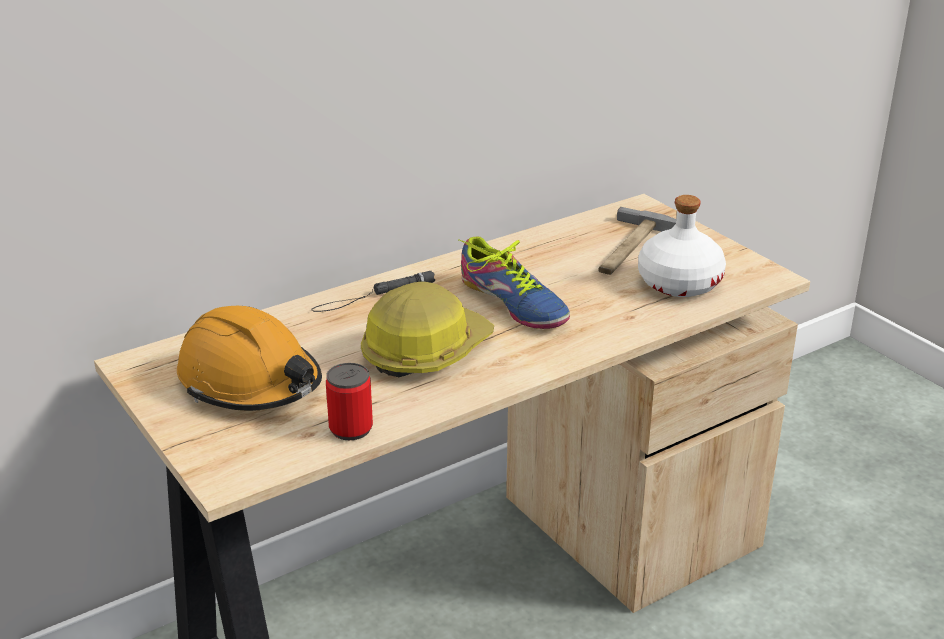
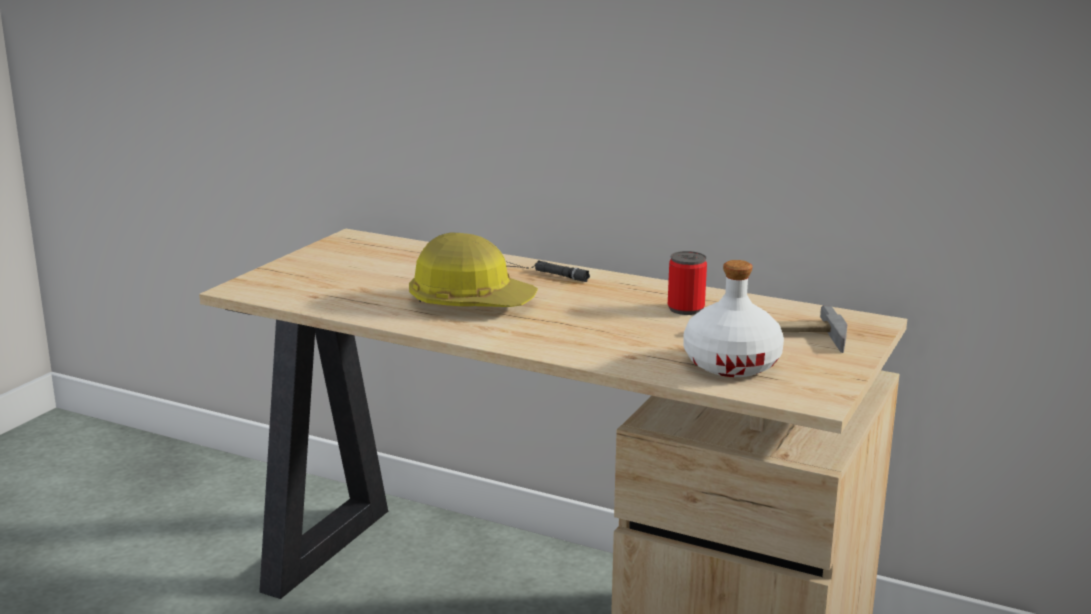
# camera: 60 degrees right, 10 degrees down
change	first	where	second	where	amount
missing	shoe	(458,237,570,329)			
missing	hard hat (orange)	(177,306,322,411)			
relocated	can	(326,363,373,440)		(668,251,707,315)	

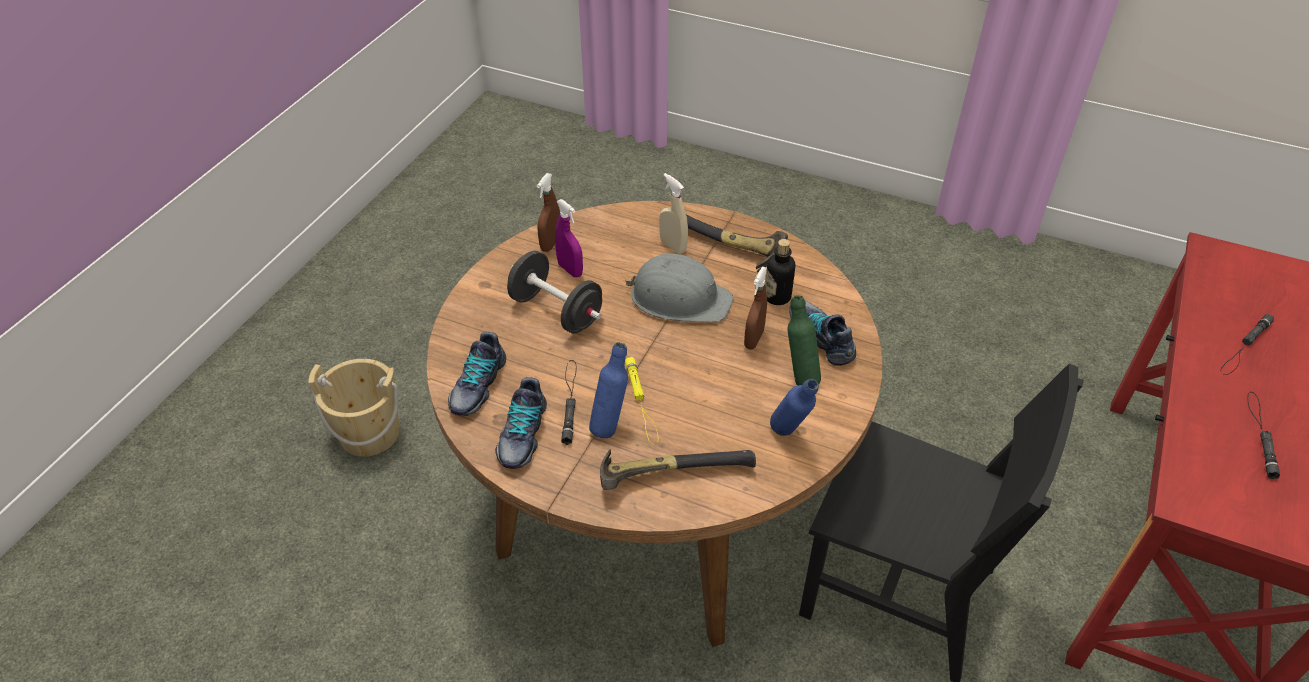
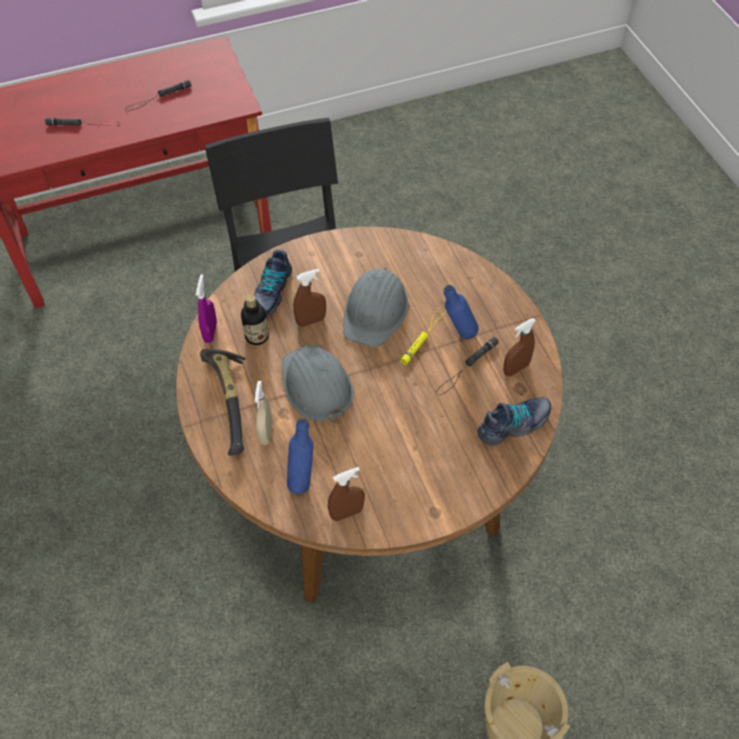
# camera: 135 degrees left, 10 degrees up
change	first	where	second	where	amount
relocated	spray bottle (purple)	(555,199,583,277)		(196,274,217,343)	
missing	dumbbell (black)	(507,251,602,333)			
missing	bottle (green)	(787,295,821,386)			
exchanged	shoe	(495,377,547,469)	spray bottle (brown)	(503,318,536,376)	
relocated	bottle (blue)	(770,379,819,436)		(287,418,314,494)	
missing	hammer	(600,449,756,490)			
appeared			hard hat (grey)	(343,268,409,347)	

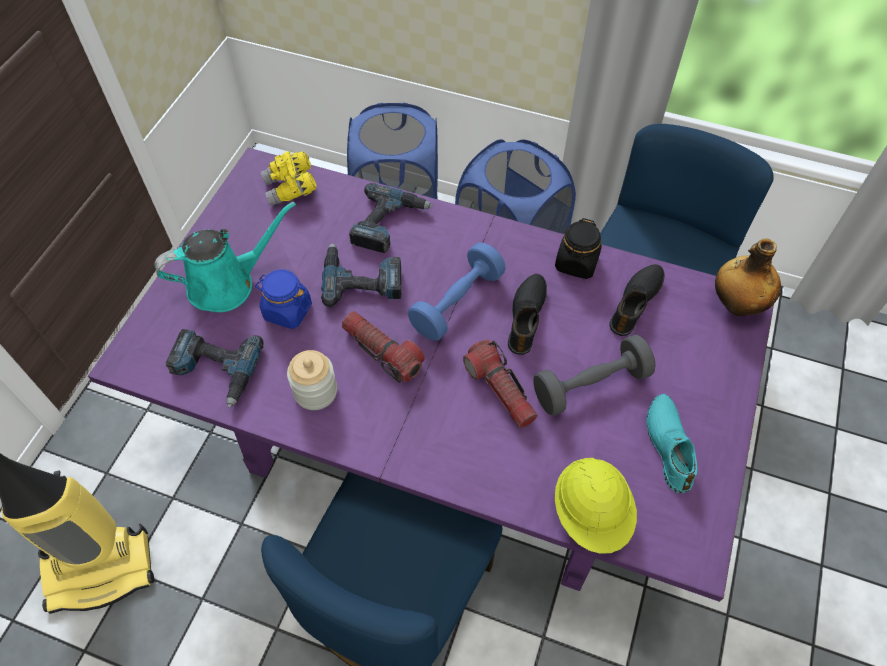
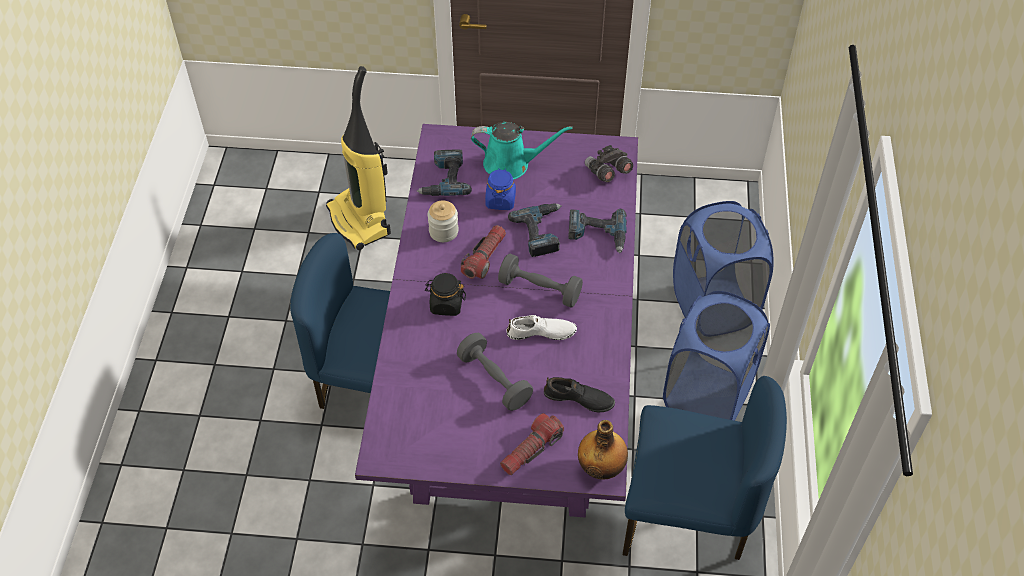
# camera: 75 degrees right, 5 degrees down
change	first	where	second	where	amount
colour	binoculars (yellow)	(261,151,317,206)	binoculars (grey)	(585,145,633,182)	
spun	watering can (turquoise)	(154,201,296,312)		(471,122,572,180)	45 degrees counterclockwise
relocated	jar (black)	(555,218,602,279)		(425,273,466,316)	
colour	dumbbell (blue)	(408,242,506,341)	dumbbell (grey)	(498,253,583,308)	
colour	shoe (black)	(508,274,547,355)	shoe (white)	(506,315,577,340)	
relocated	flashlight	(463,340,538,428)		(500,413,564,475)	
missing	shoe (turquoise)	(647,394,697,493)			
missing	hard hat (yellow)	(555,458,637,554)			

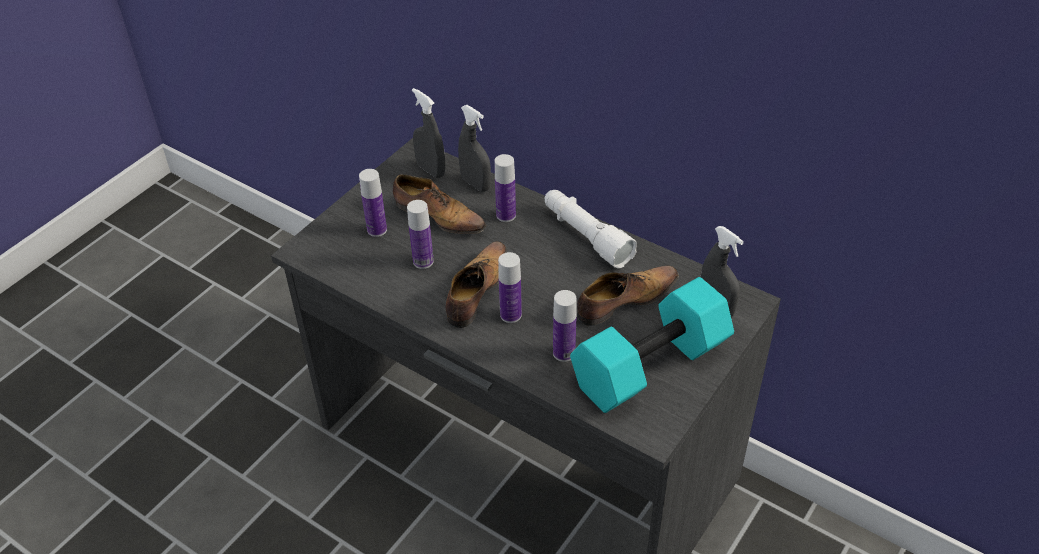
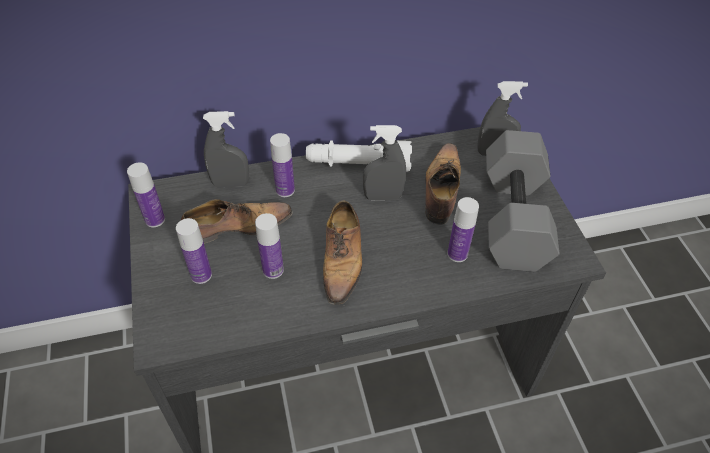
# camera: 50 degrees left, 5 degrees up
change	first	where	second	where	amount
relocated	spray bottle (grey)	(412,88,445,178)		(363,125,406,200)	
spun	shoe	(446,241,507,328)		(323,200,362,305)	150 degrees counterclockwise
relocated	bottle	(498,252,522,323)		(127,162,165,227)	
colour	dumbbell (turquoise)	(570,277,734,413)	dumbbell (grey)	(486,130,560,272)	

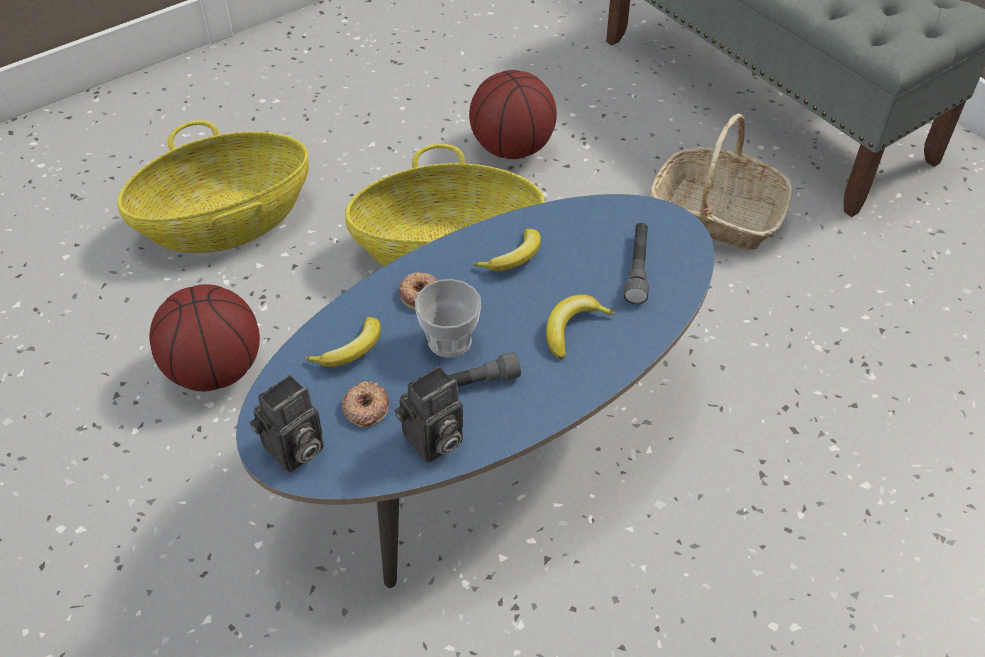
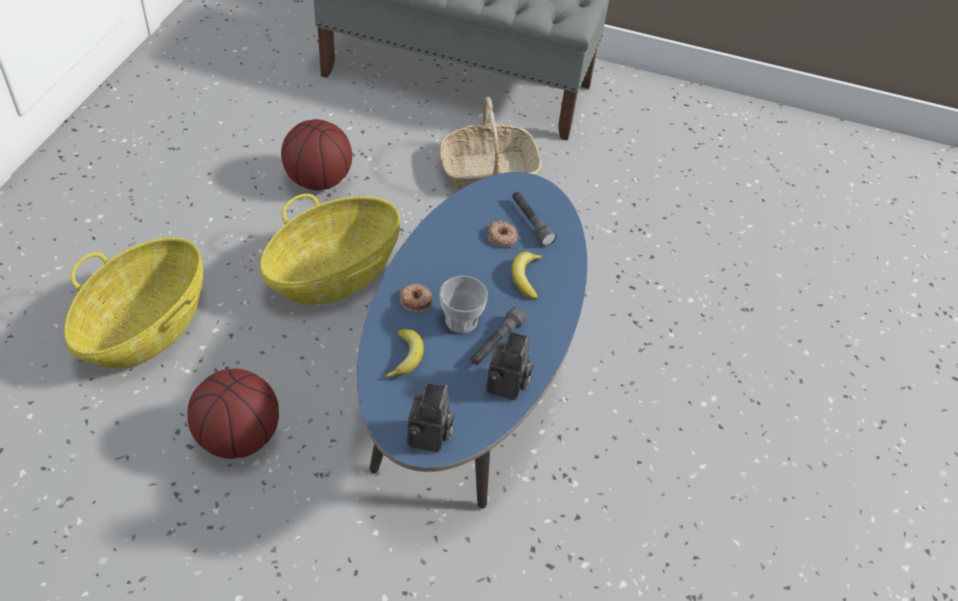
# camera: 40 degrees left, 0 degrees up
change	first	where	second	where	amount
missing	banana	(473,229,541,271)			
relocated	donut	(342,381,389,428)		(487,220,517,247)	

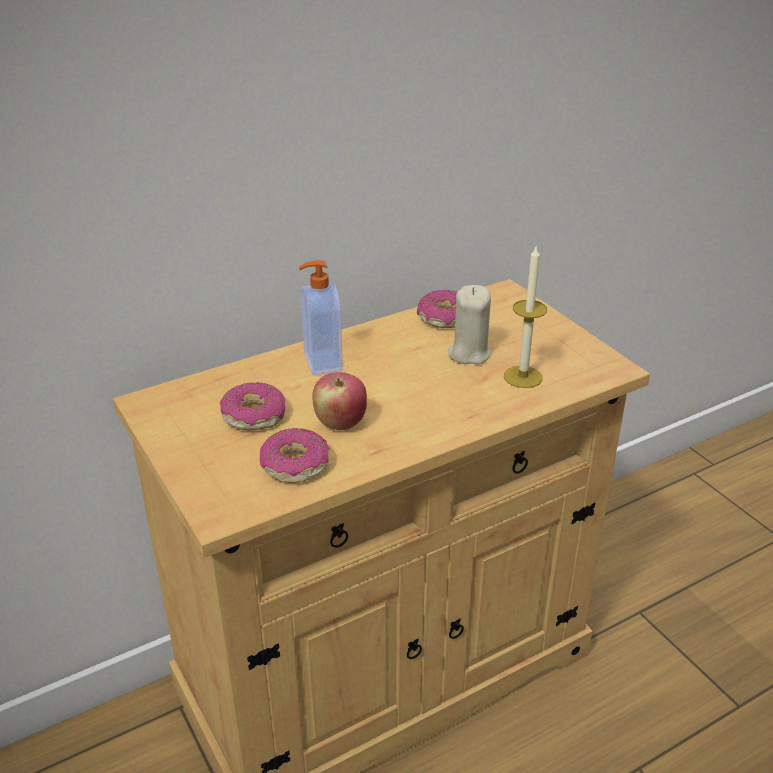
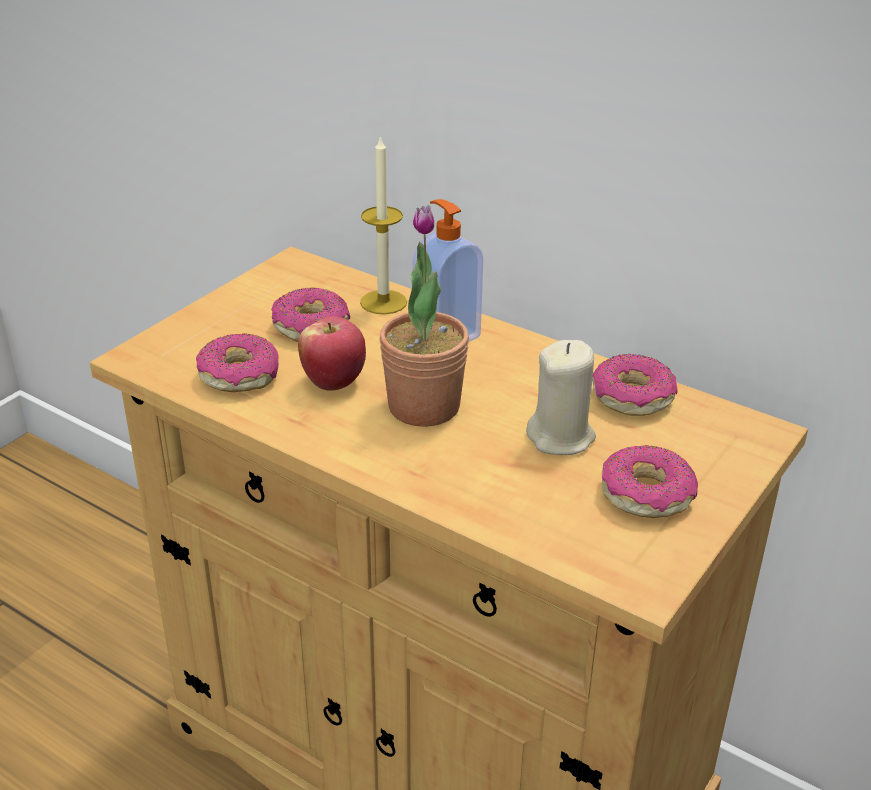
# camera: 65 degrees right, 0 degrees up
change	first	where	second	where	amount
relocated	candle	(504,247,547,388)		(360,135,407,314)	
appeared			potted plant	(379,205,469,427)	
appeared			donut	(602,445,698,518)	

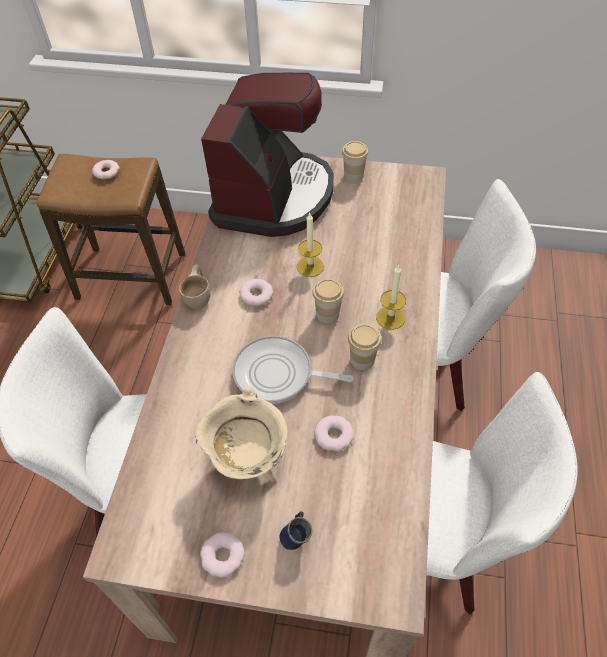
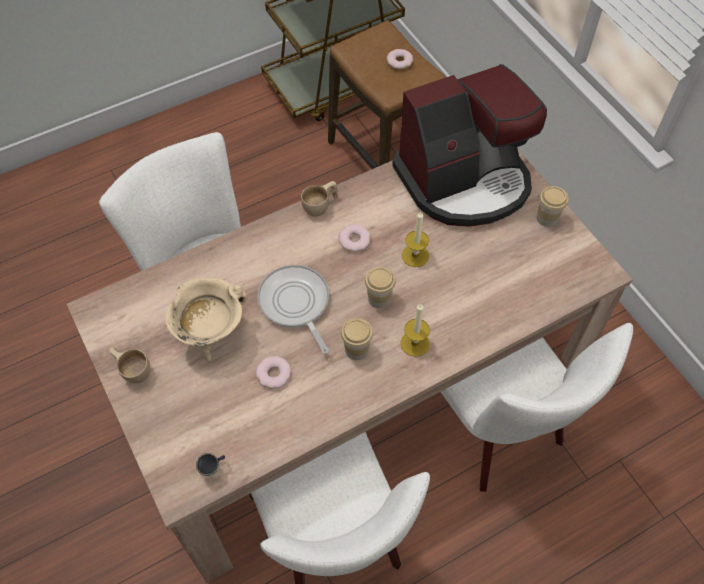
# camera: 50 degrees right, 5 degrees up
change	first	where	second	where	amount
relocated	mug (blue)	(280,511,312,550)		(196,453,225,476)	
exchanged	donut	(200,532,244,578)	cup (beige)	(109,346,150,383)	

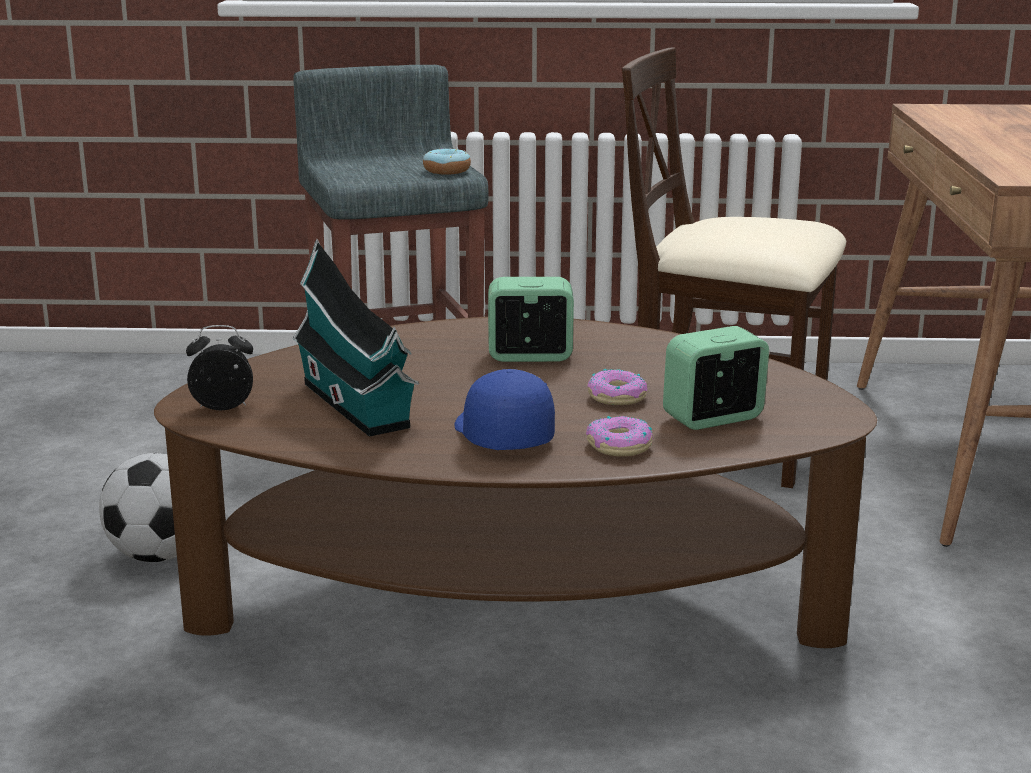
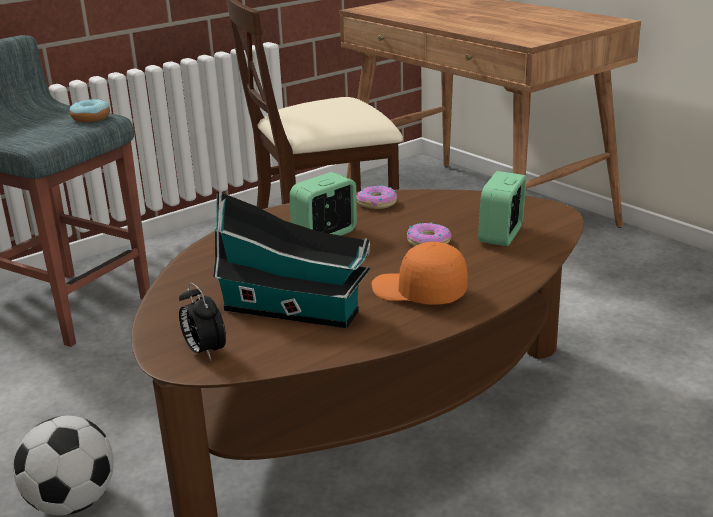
# camera: 40 degrees left, 5 degrees up
change	first	where	second	where	amount
spun	alarm clock	(186,325,253,410)		(179,283,226,360)	75 degrees counterclockwise
colour	cap (blue)	(454,369,555,450)	cap (orange)	(371,242,468,305)	
relocated	donut	(586,416,653,456)		(356,185,397,209)	

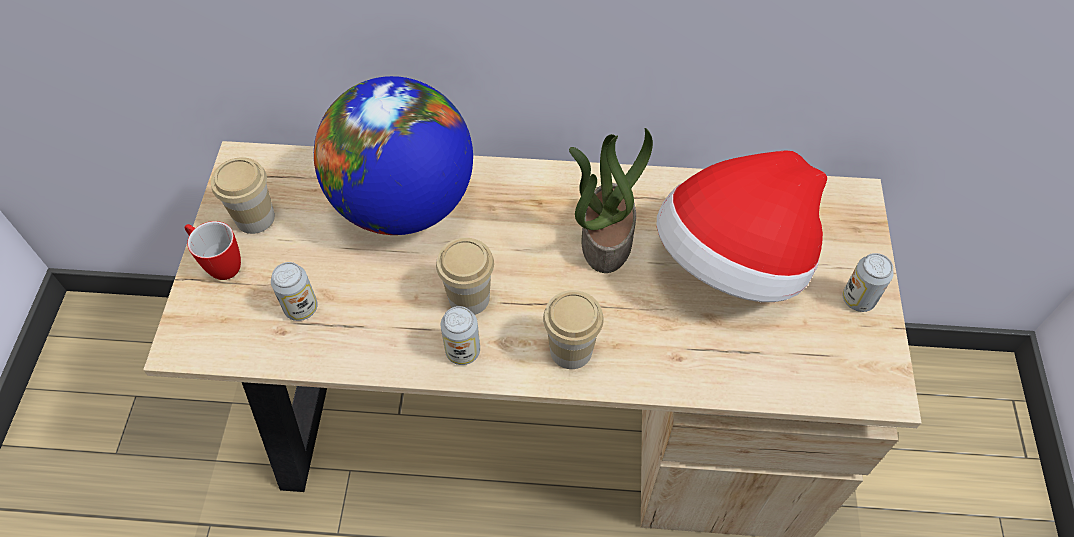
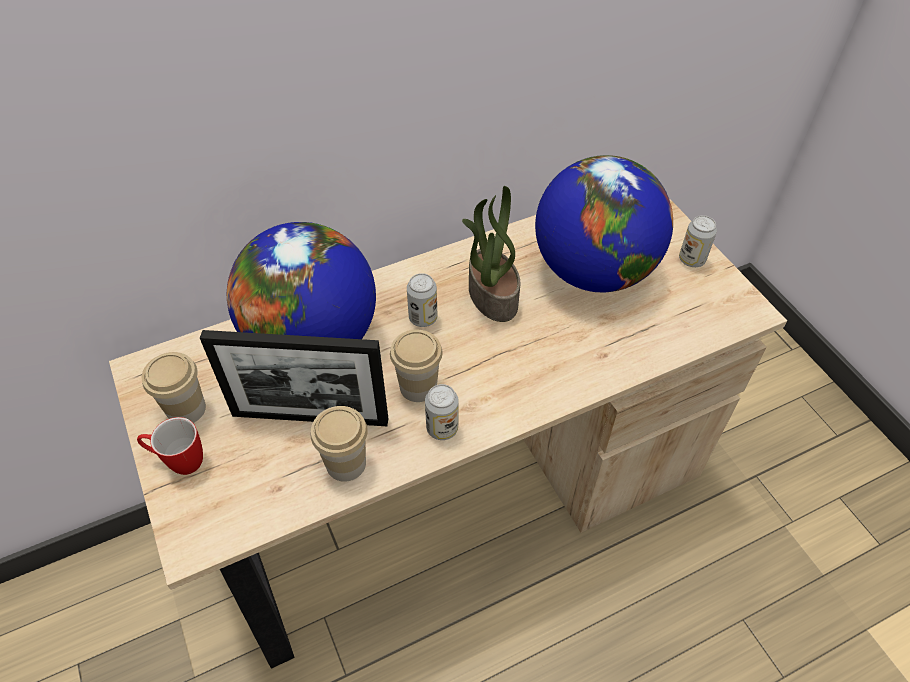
# camera: 30 degrees left, 5 degrees down
change	first	where	second	where	amount
exchanged	hat	(657,151,827,302)	globe	(535,155,673,292)	
relocated	can	(271,262,318,321)		(407,273,437,327)	
relocated	cup	(543,290,604,369)		(311,406,368,482)	
appeared			picture frame	(200,330,389,426)	

